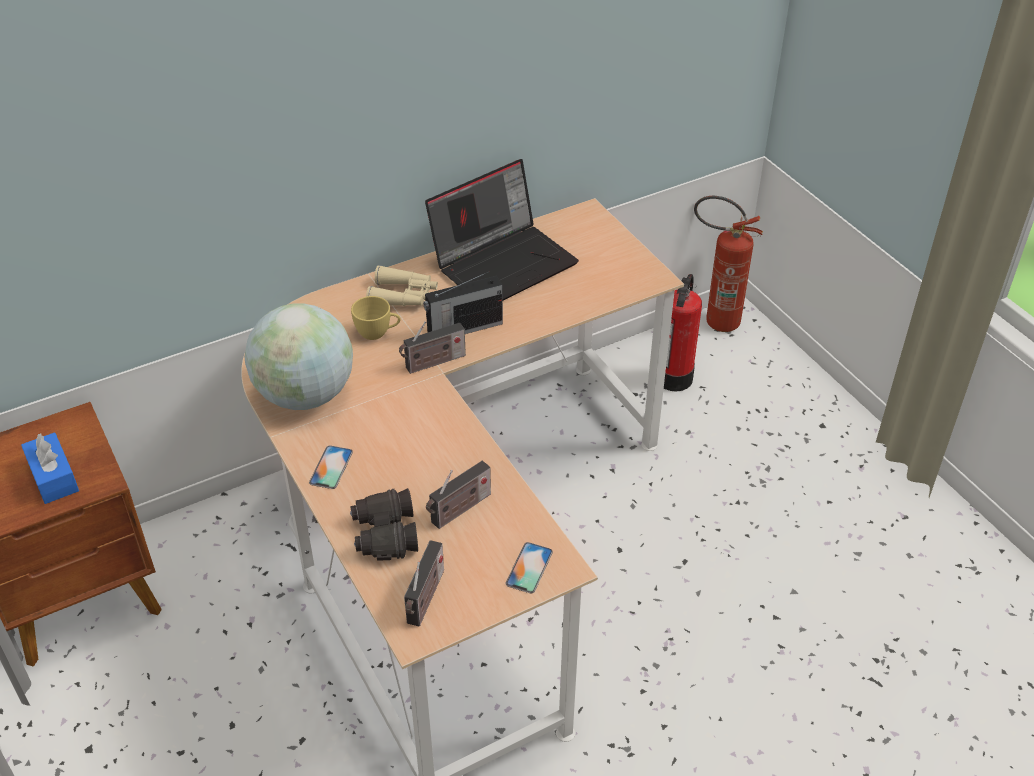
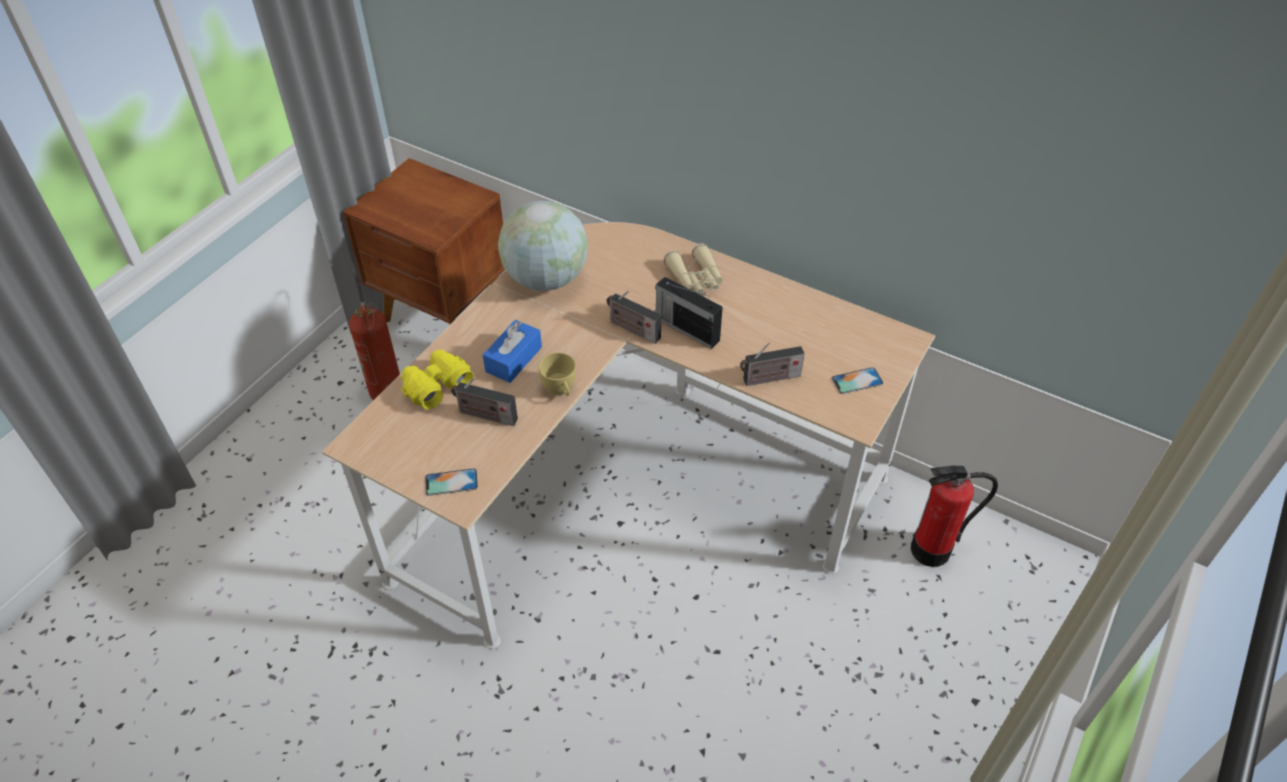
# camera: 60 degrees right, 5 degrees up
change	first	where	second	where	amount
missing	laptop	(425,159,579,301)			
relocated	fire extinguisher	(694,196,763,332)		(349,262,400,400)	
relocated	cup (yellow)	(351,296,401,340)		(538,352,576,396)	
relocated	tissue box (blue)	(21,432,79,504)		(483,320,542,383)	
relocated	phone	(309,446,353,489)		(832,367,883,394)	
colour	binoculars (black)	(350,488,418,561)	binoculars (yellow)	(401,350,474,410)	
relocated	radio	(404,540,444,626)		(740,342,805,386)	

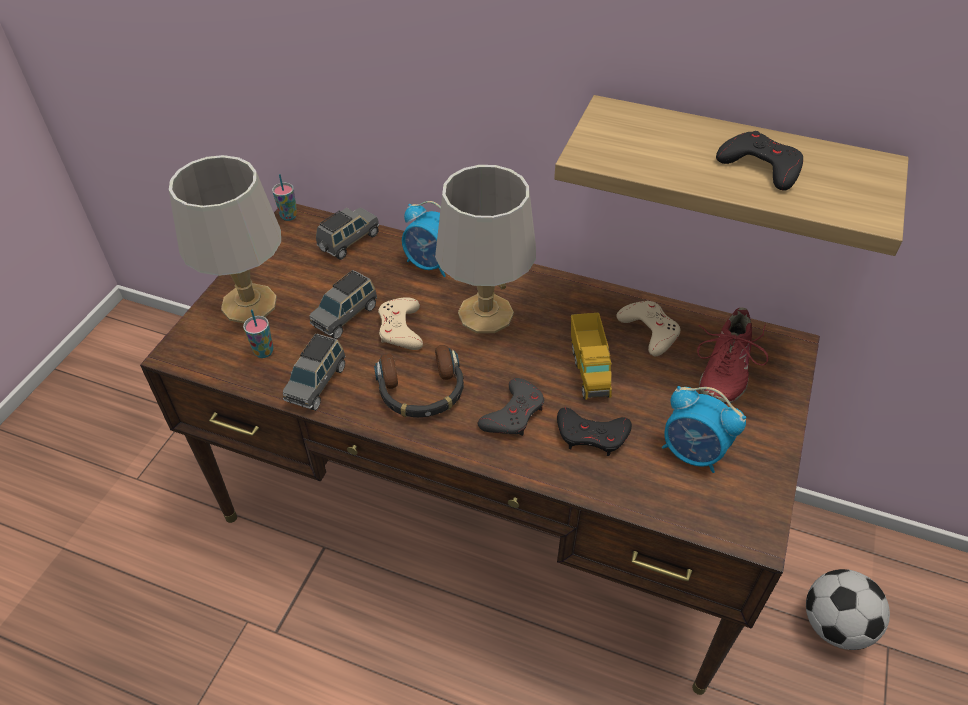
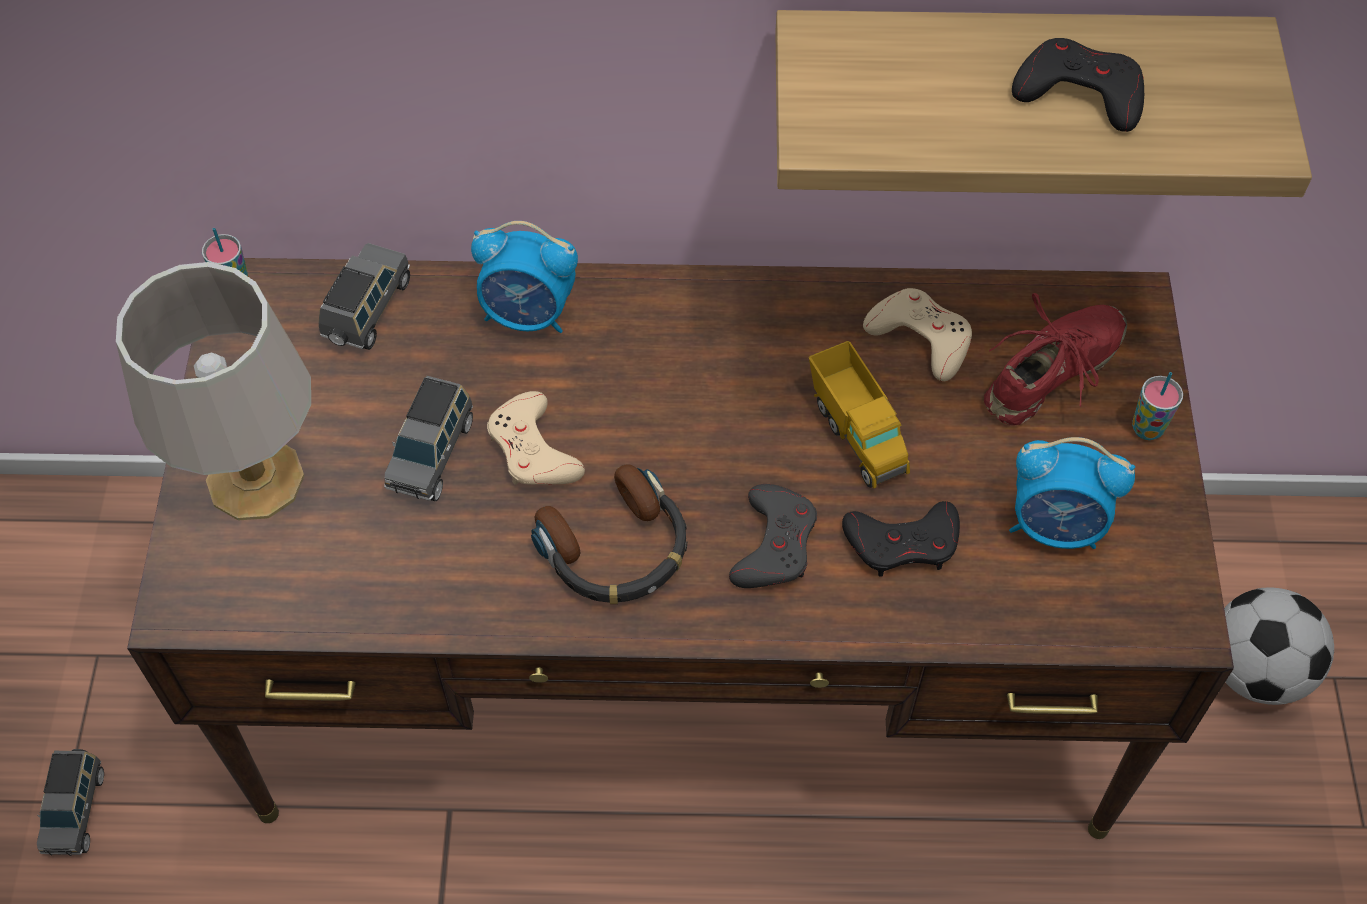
# camera: 20 degrees left, 10 degrees up
change	first	where	second	where	amount
missing	table lamp (grey)	(435,165,536,333)			
spun	shoe (red)	(697,307,768,404)		(984,293,1127,426)	135 degrees counterclockwise
relocated	cup	(243,310,274,358)		(1132,372,1183,440)	
relocated	toy car (grey)	(283,334,346,411)		(37,749,104,856)	

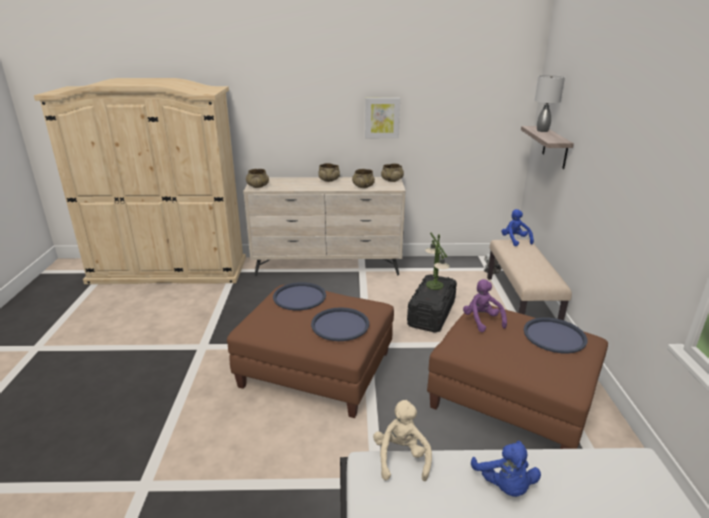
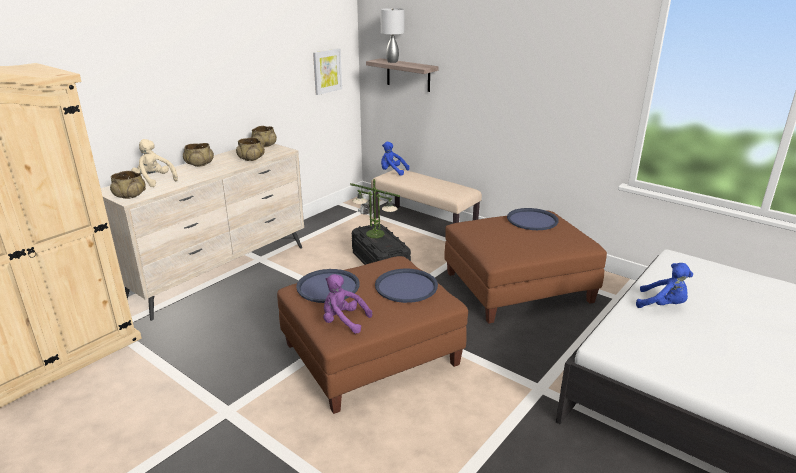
# camera: 50 degrees left, 0 degrees up
change	first	where	second	where	amount
relocated	picture	(365,98,400,138)		(313,48,342,95)	
relocated	plush toy (purple)	(463,279,507,332)		(323,274,372,334)	
relocated	plush toy (beige)	(373,400,432,481)		(131,139,178,187)	

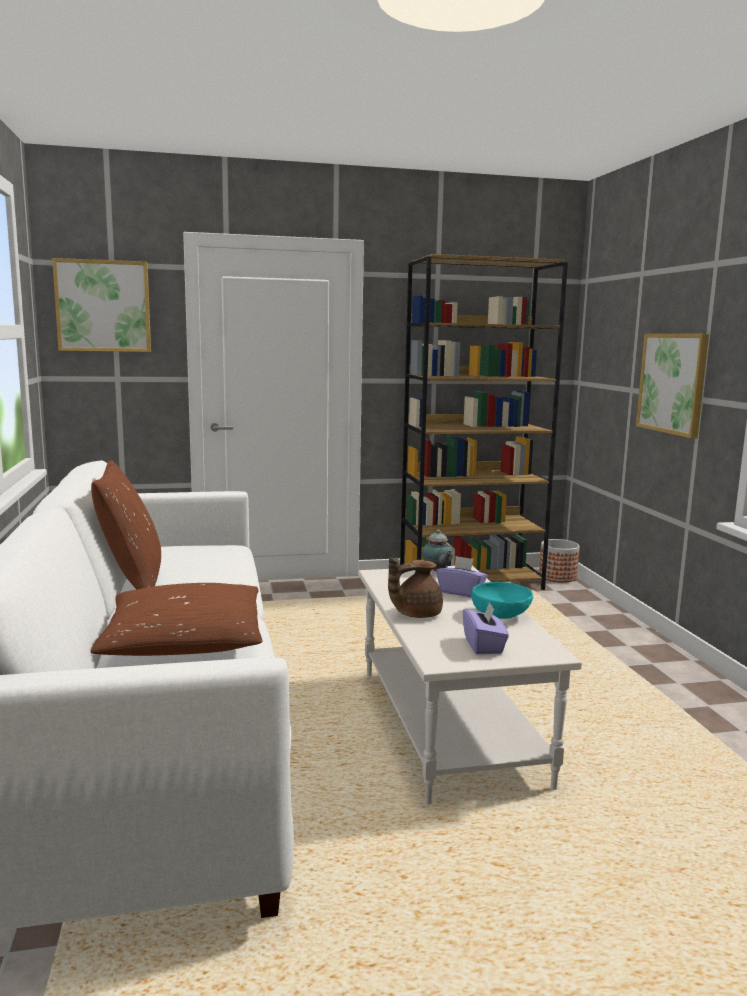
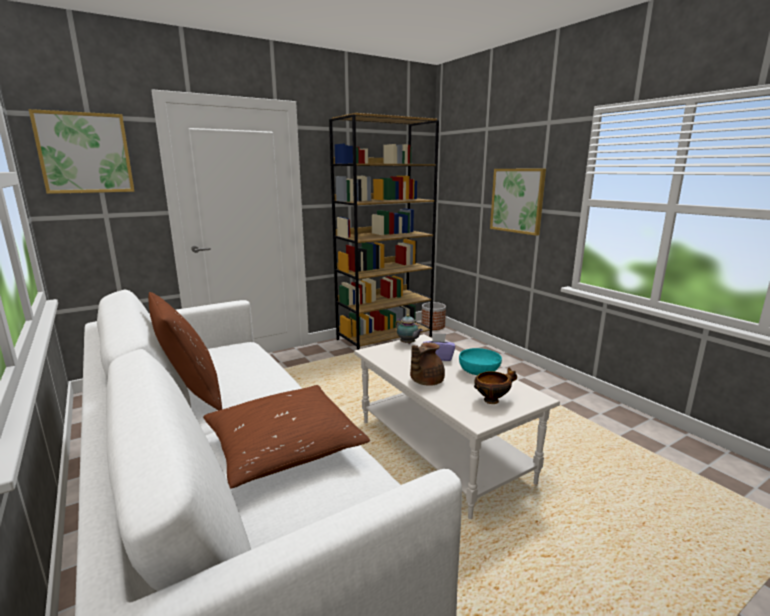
# camera: 20 degrees left, 5 degrees up
change	first	where	second	where	amount
exchanged	tissue box (purple)	(463,602,509,654)	bowl	(474,368,517,404)	

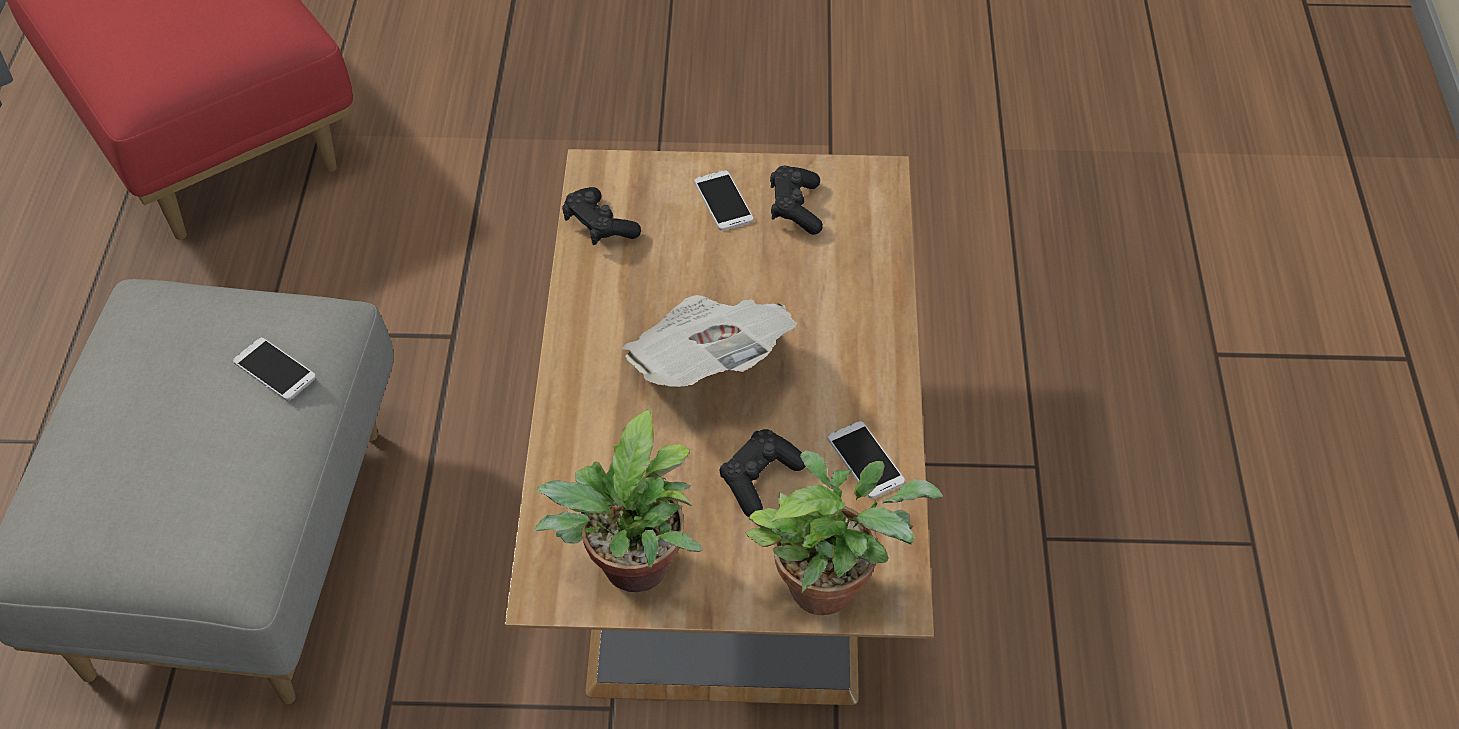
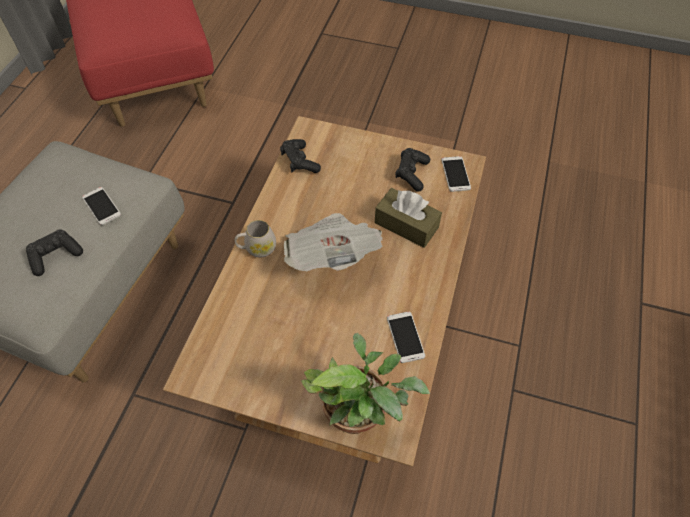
# camera: 15 degrees right, 5 degrees up
change	first	where	second	where	amount
relocated	phone	(694,170,754,231)		(441,156,471,192)	
missing	potted plant	(534,408,703,592)			
relocated	game controller (black)	(719,429,805,517)		(26,230,83,276)	
appeared			tissue box (brown)	(375,188,442,248)	
appeared			mug (white)	(235,220,276,257)	

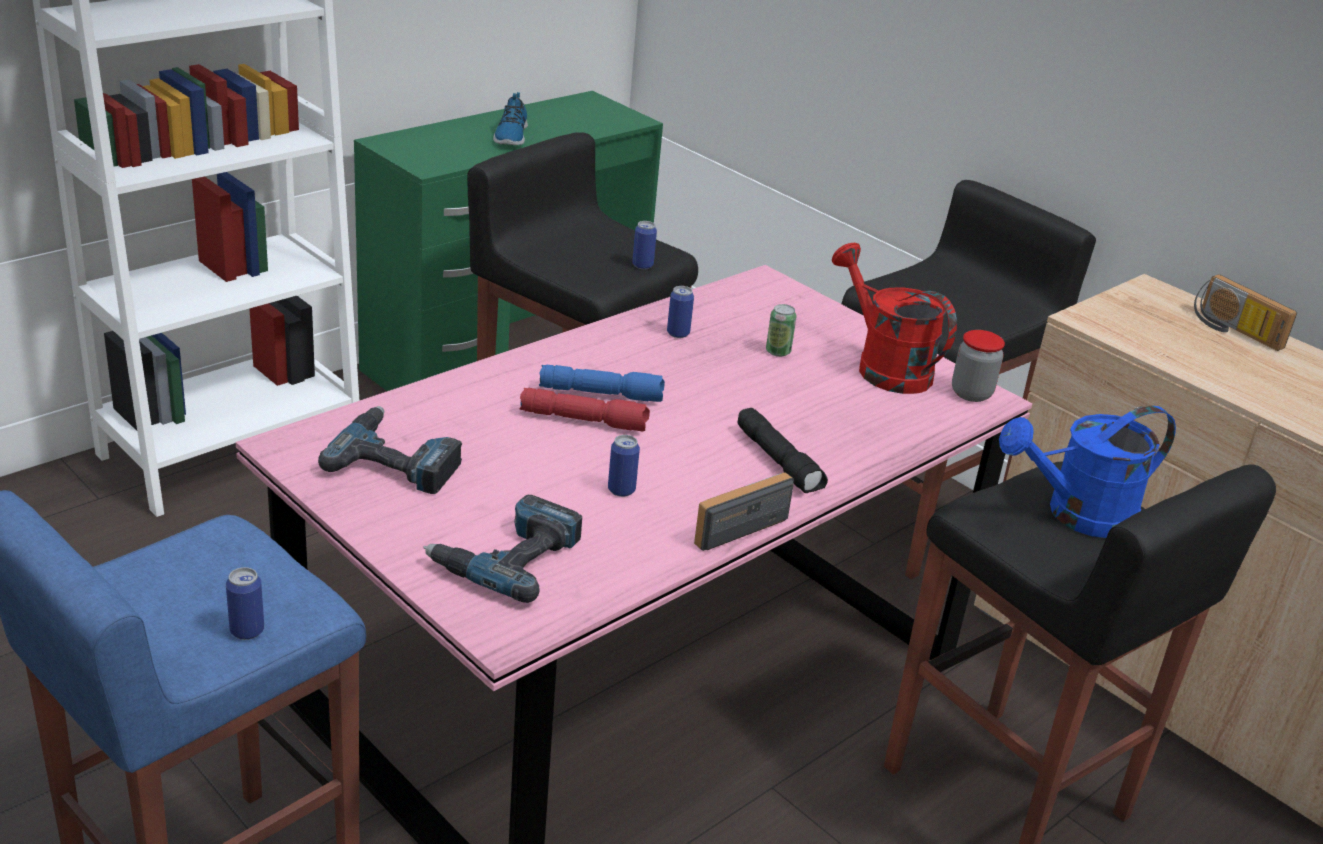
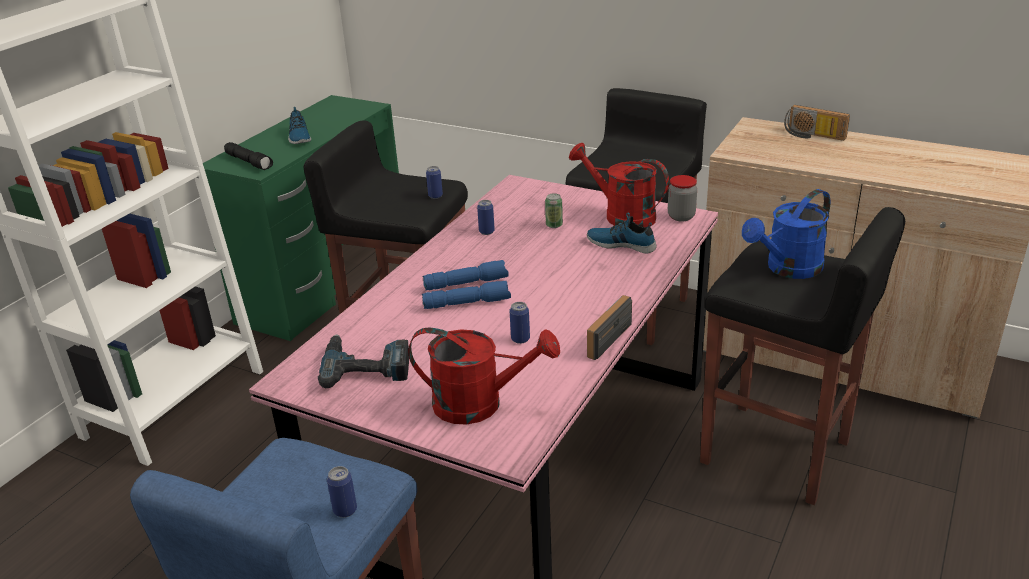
# camera: 15 degrees left, 0 degrees up
change	first	where	second	where	amount
colour	flashlight (red)	(520,388,650,431)	flashlight (blue)	(422,281,511,309)	
relocated	flashlight (black)	(738,408,828,493)		(224,142,273,170)	
exchanged	power drill	(423,495,582,603)	watering can (red)	(409,327,560,425)	
appeared			shoe	(587,212,656,253)	

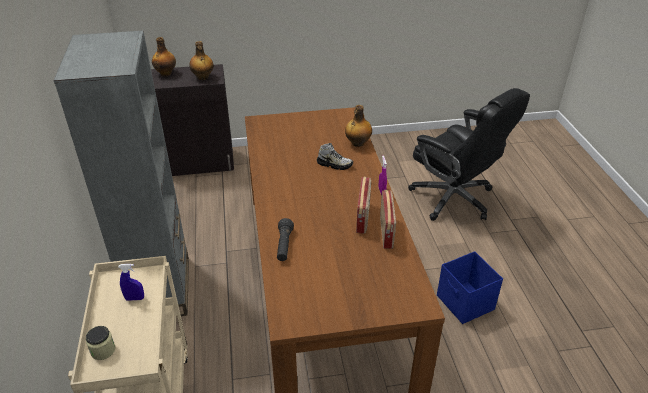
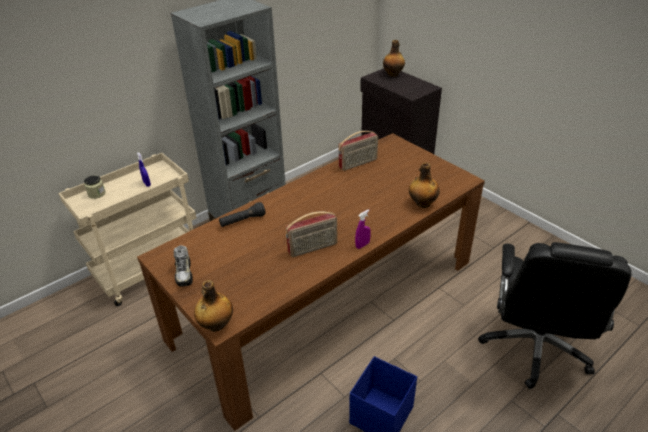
# camera: 60 degrees right, 0 degrees up
change	first	where	second	where	amount
relocated	bottle	(189,41,214,80)		(194,280,233,331)	
relocated	shoe	(317,143,353,170)		(174,245,193,287)	
relocated	radio	(380,190,396,249)		(339,131,378,171)	

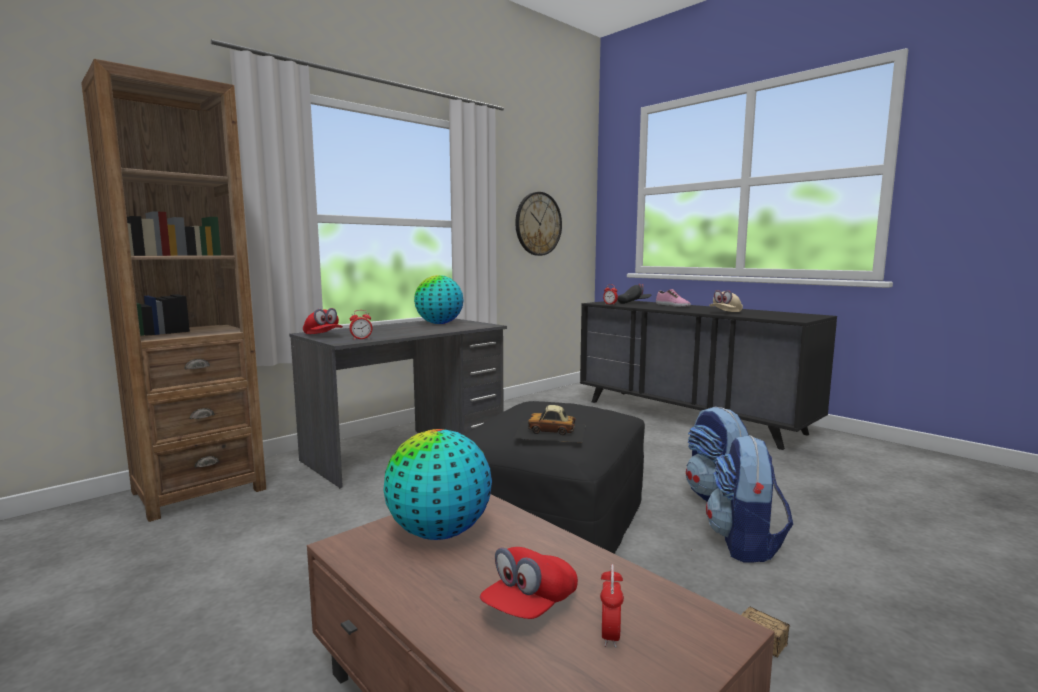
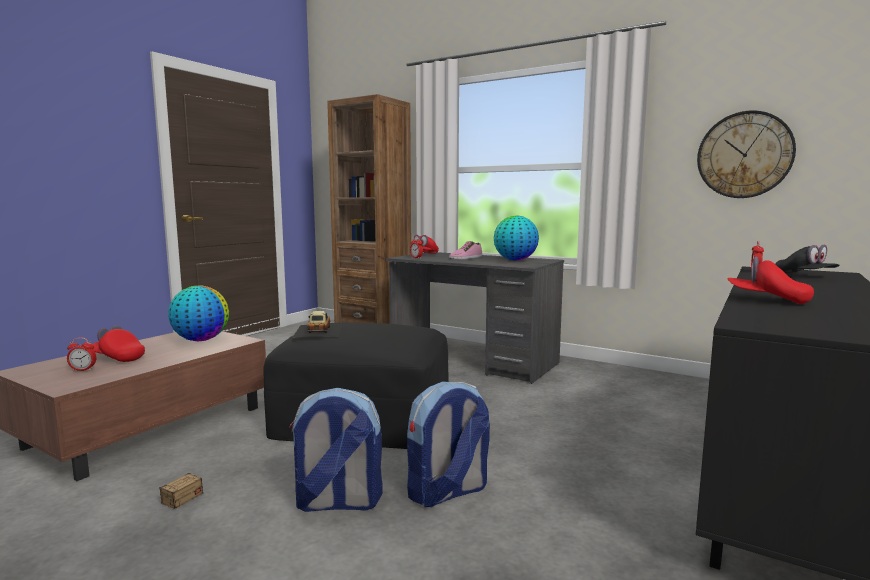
# camera: 75 degrees right, 0 degrees up
change	first	where	second	where	amount
relocated	shoe	(656,289,691,307)		(449,241,482,260)	
colour	cap (beige)	(709,290,743,312)	cap (red)	(727,257,814,304)	

